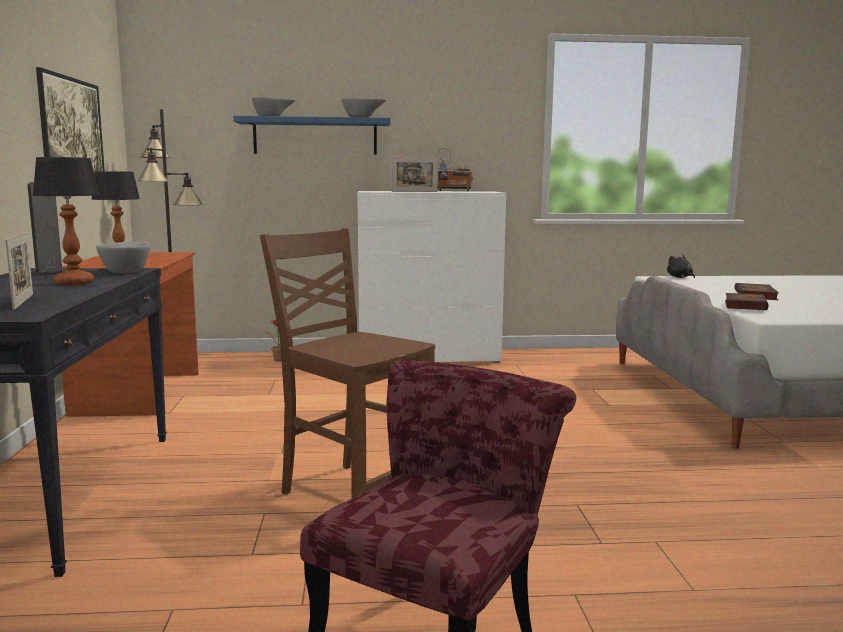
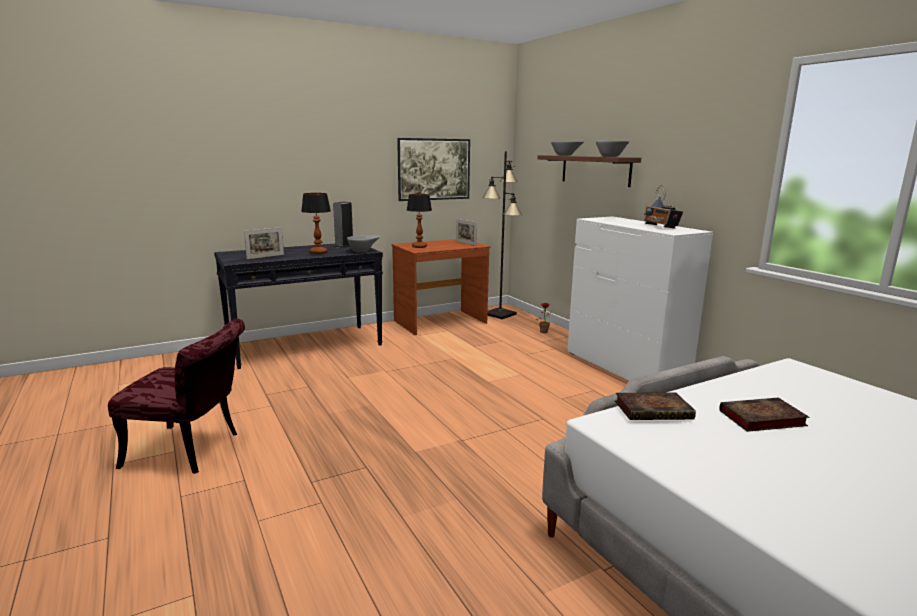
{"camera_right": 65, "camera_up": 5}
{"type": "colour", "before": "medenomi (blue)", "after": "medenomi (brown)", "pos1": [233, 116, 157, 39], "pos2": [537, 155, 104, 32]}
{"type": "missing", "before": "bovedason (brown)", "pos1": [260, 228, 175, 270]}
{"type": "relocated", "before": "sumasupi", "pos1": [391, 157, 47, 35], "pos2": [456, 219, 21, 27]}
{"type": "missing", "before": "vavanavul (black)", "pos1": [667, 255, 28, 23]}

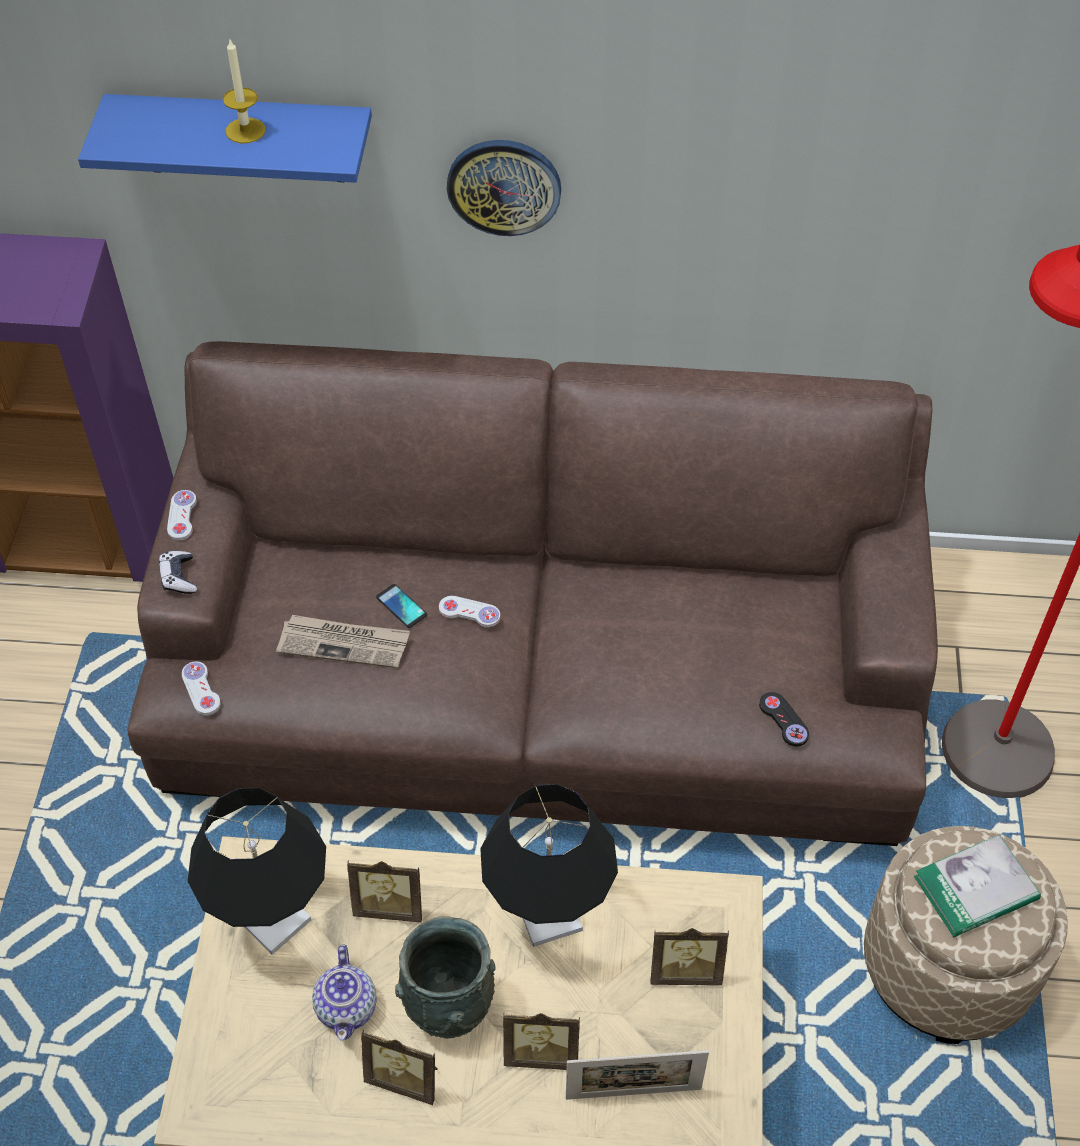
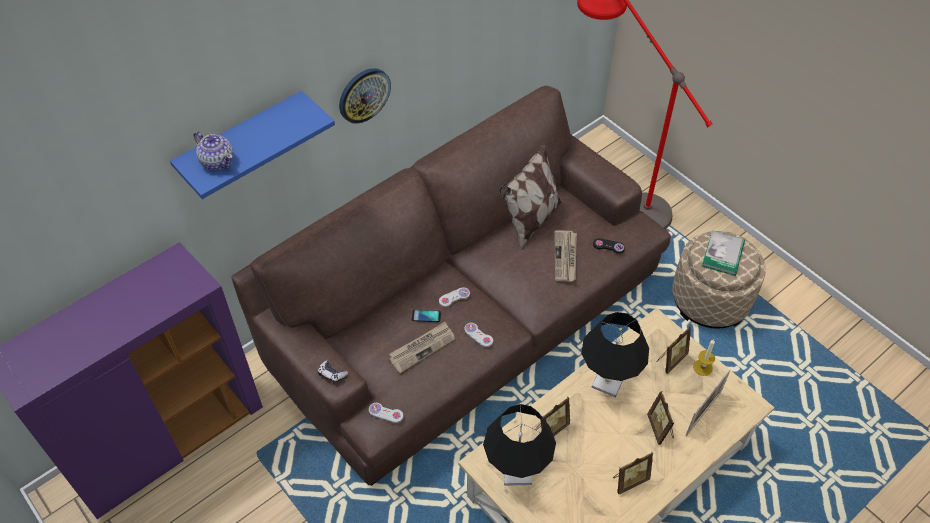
{"camera_right": -45, "camera_up": 0}
{"type": "relocated", "before": "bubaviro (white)", "pos1": [167, 490, 30, 51], "pos2": [464, 323, 29, 24]}
{"type": "relocated", "before": "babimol", "pos1": [223, 39, 42, 104], "pos2": [693, 339, 22, 37]}
{"type": "relocated", "before": "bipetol", "pos1": [312, 944, 65, 97], "pos2": [194, 131, 40, 39]}
{"type": "missing", "before": "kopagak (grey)", "pos1": [395, 916, 101, 123]}
{"type": "spun", "before": "sumasupi", "pos1": [503, 1013, 77, 57], "pos2": [647, 391, 27, 54], "turn": 120}
{"type": "appeared", "after": "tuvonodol", "pos2": [499, 143, 62, 107]}
{"type": "appeared", "after": "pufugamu", "pos2": [554, 230, 23, 52]}

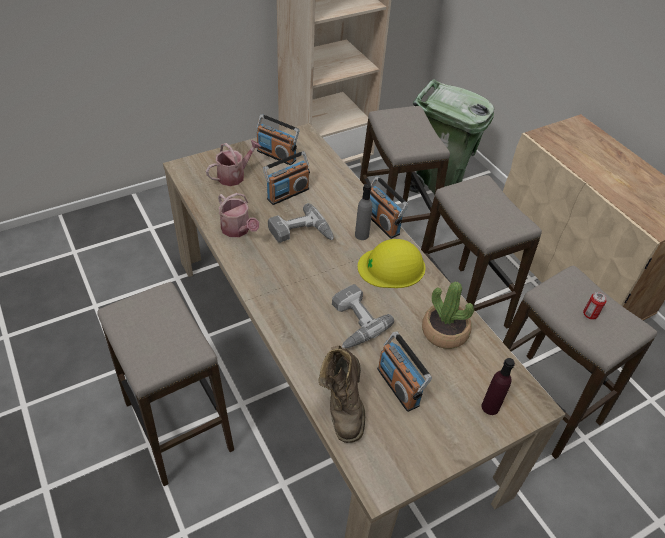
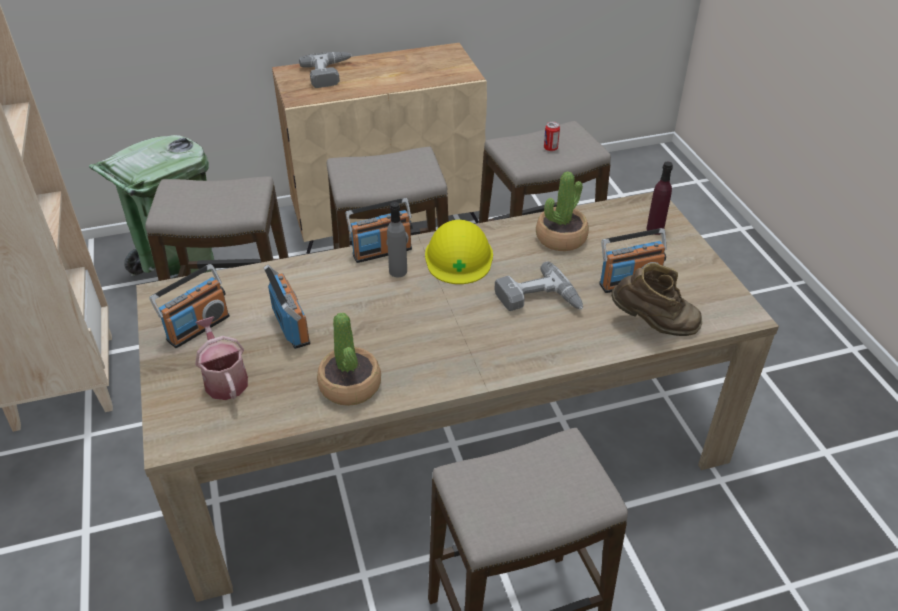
{"camera_right": -75, "camera_up": -5}
{"type": "exchanged", "before": "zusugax", "after": "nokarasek", "pos1": [218, 193, 41, 44], "pos2": [317, 313, 64, 93]}
{"type": "relocated", "before": "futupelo", "pos1": [268, 203, 66, 40], "pos2": [299, 52, 53, 36]}

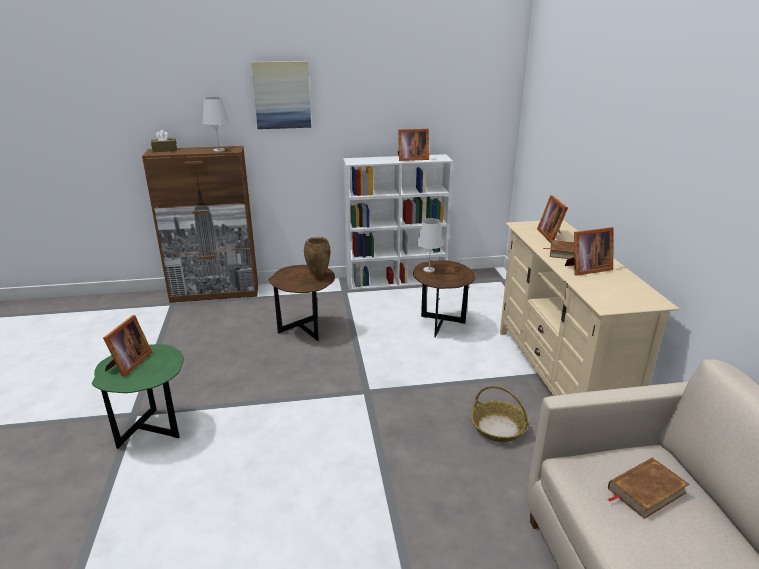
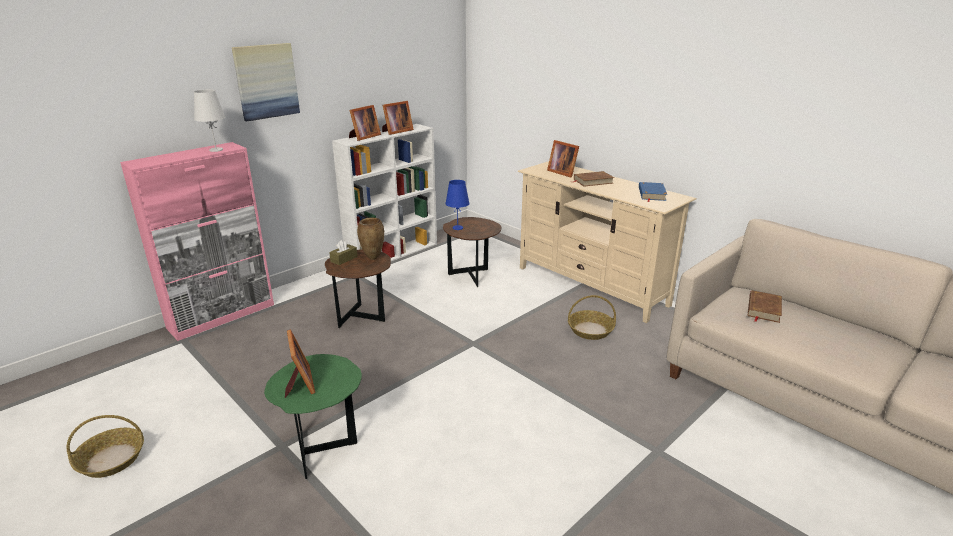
{"camera_right": -35, "camera_up": 0}
{"type": "colour", "before": "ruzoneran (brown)", "after": "ruzoneran (pink)", "pos1": [142, 146, 116, 157], "pos2": [120, 142, 154, 199]}
{"type": "relocated", "before": "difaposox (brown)", "pos1": [151, 130, 26, 22], "pos2": [329, 240, 29, 25]}
{"type": "colour", "before": "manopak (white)", "after": "manopak (blue)", "pos1": [417, 218, 26, 54], "pos2": [445, 180, 25, 50]}
{"type": "relocated", "before": "sumasupi", "pos1": [565, 227, 49, 49], "pos2": [349, 105, 32, 36]}
{"type": "appeared", "after": "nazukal", "pos2": [67, 415, 77, 63]}
{"type": "appeared", "after": "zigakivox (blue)", "pos2": [639, 182, 28, 20]}

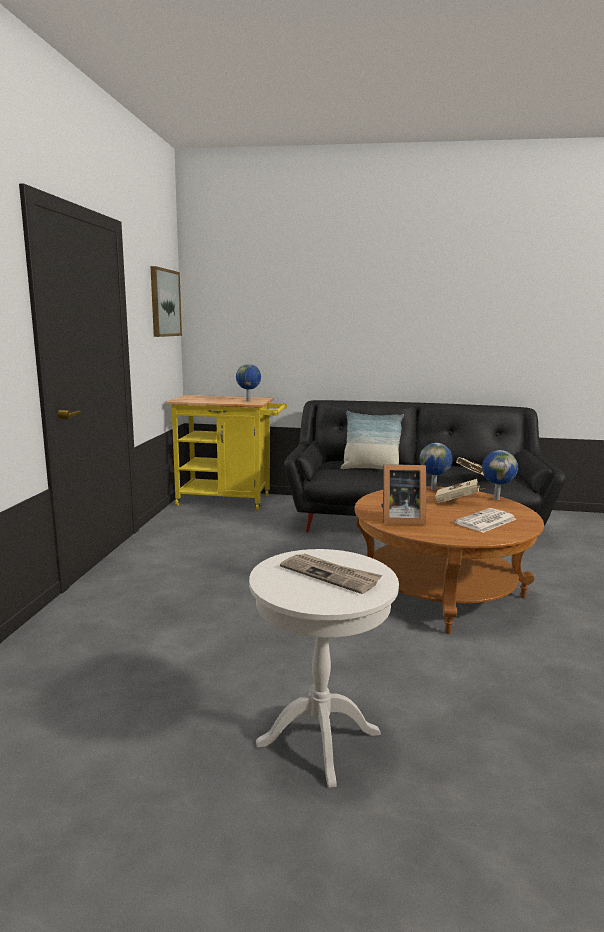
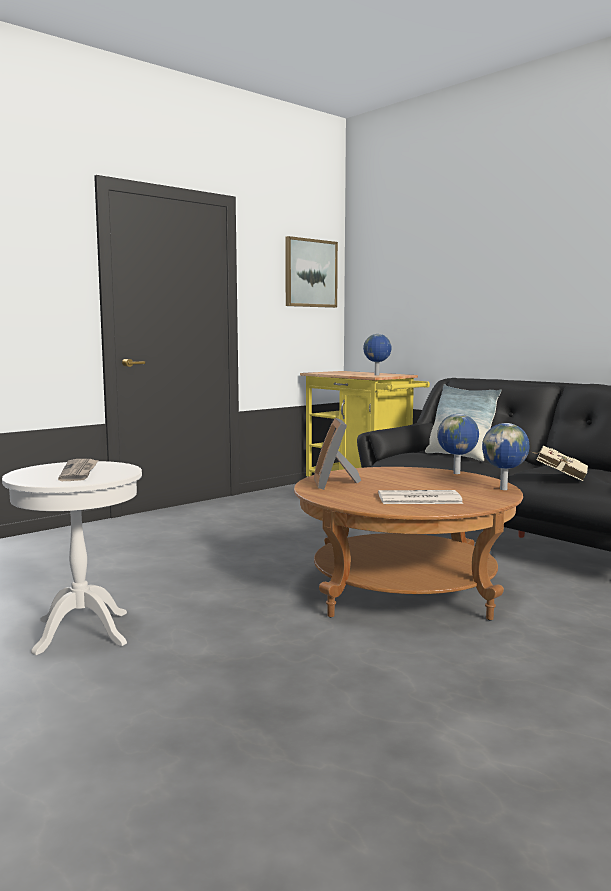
{"camera_right": 40, "camera_up": -5}
{"type": "spun", "before": "sumasupi", "pos1": [381, 464, 45, 60], "pos2": [314, 418, 47, 72], "turn": 45}
{"type": "missing", "before": "zigakivox (beige)", "pos1": [435, 479, 50, 24]}

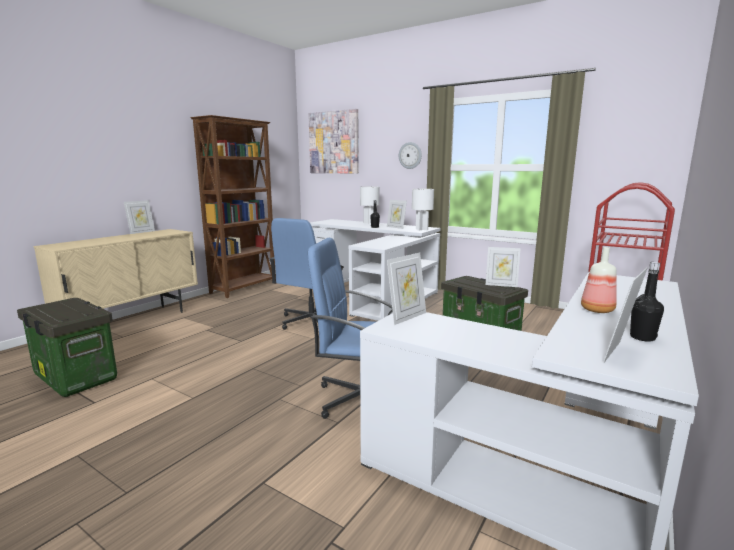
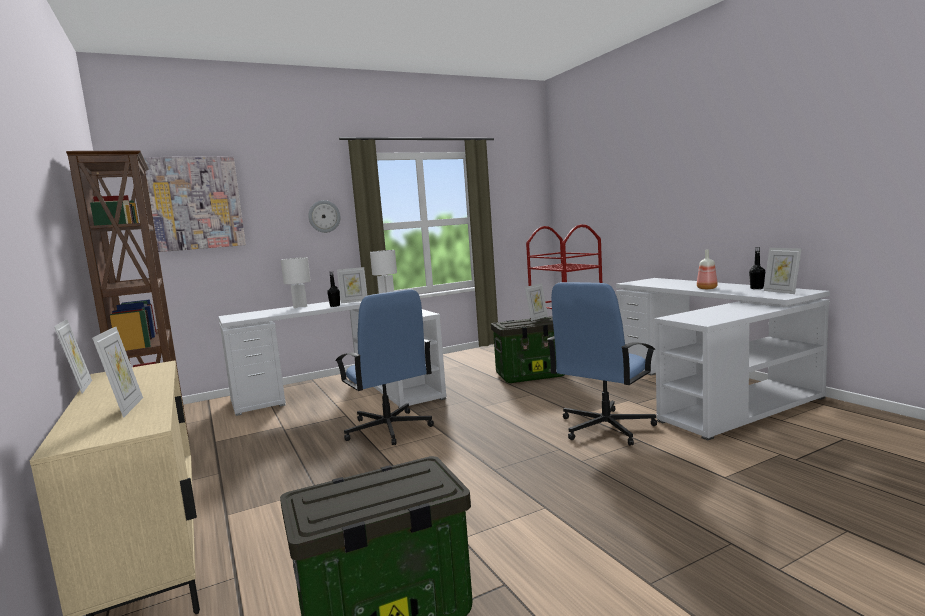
{"camera_right": -60, "camera_up": -5}
{"type": "relocated", "before": "sumasupi", "pos1": [387, 253, 39, 72], "pos2": [92, 326, 51, 92]}

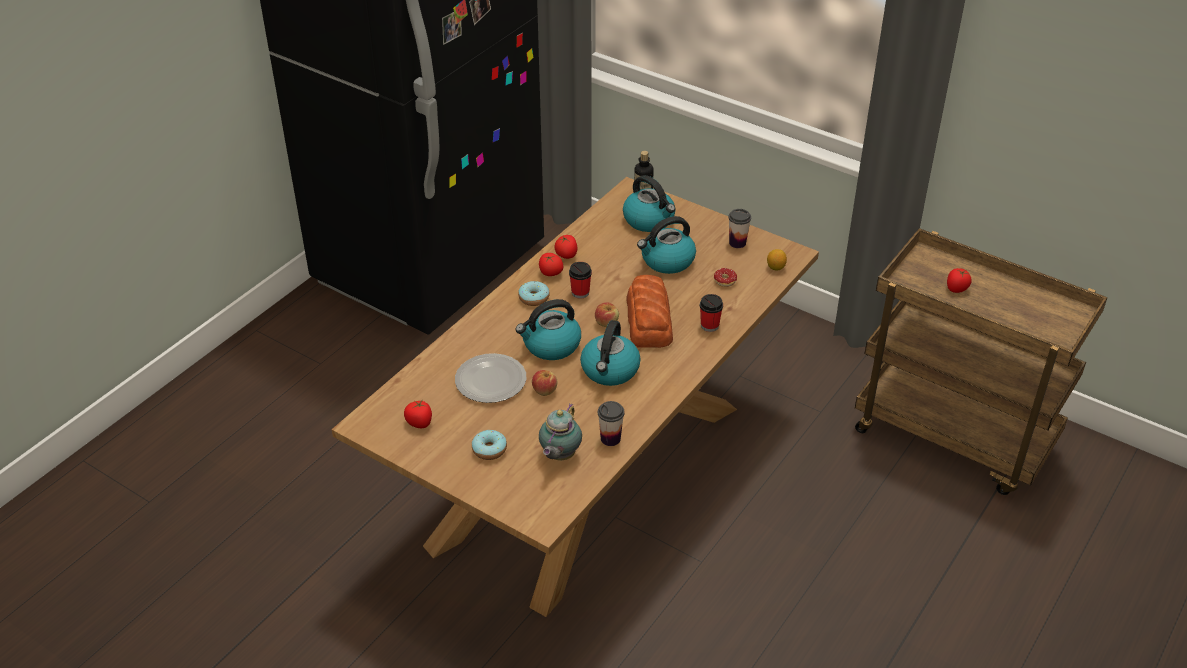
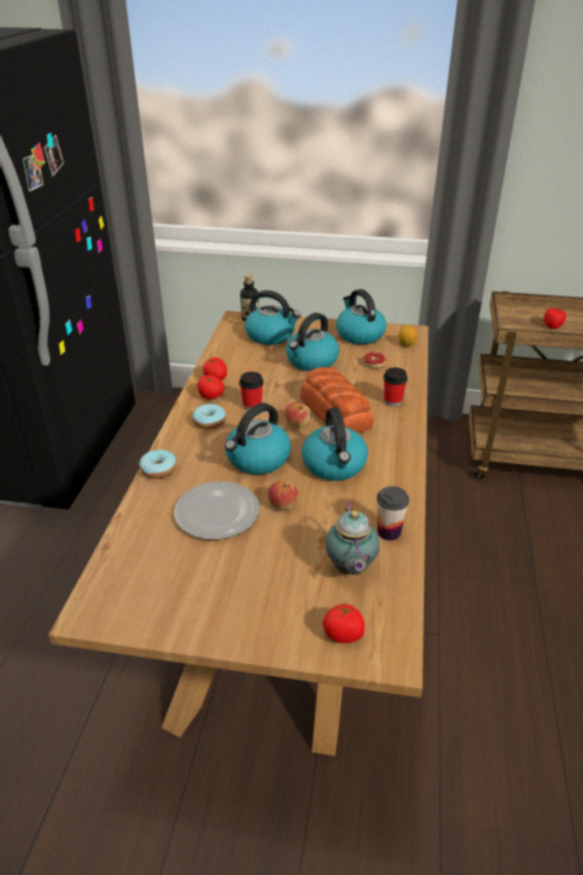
{"camera_right": -25, "camera_up": -5}
{"type": "relocated", "before": "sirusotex", "pos1": [404, 399, 28, 29], "pos2": [323, 603, 42, 40]}
{"type": "relocated", "before": "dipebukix", "pos1": [472, 430, 35, 30], "pos2": [139, 450, 38, 29]}
{"type": "exchanged", "before": "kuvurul", "after": "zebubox", "pos1": [728, 209, 23, 39], "pos2": [336, 289, 50, 56]}

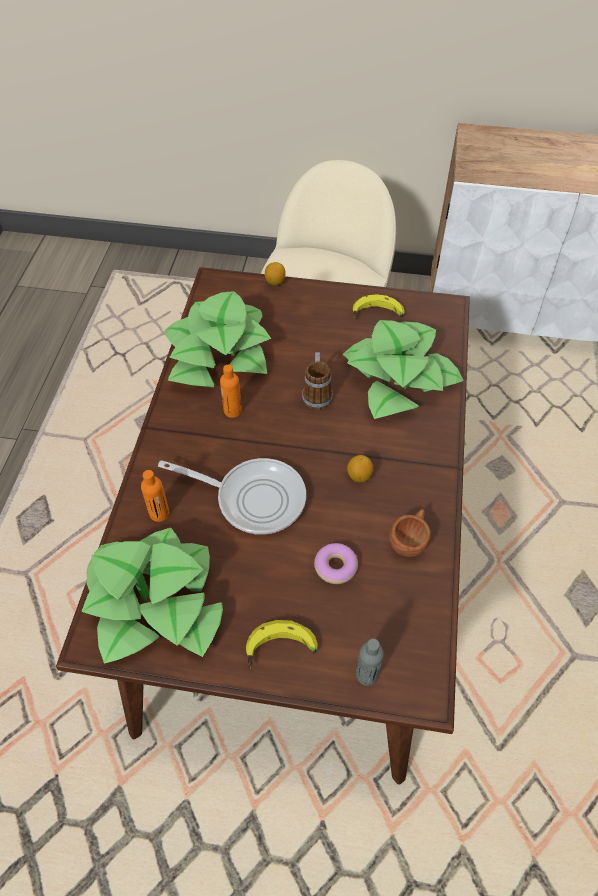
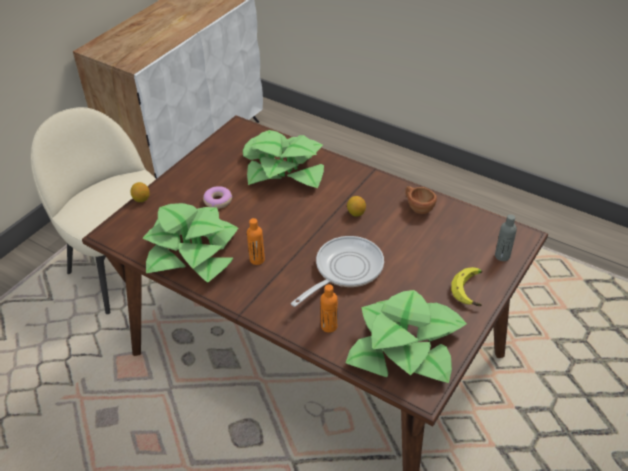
{"camera_right": -65, "camera_up": -10}
{"type": "missing", "before": "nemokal", "pos1": [302, 352, 31, 58]}
{"type": "relocated", "before": "dipebukix", "pos1": [314, 543, 44, 41], "pos2": [203, 186, 29, 23]}
{"type": "missing", "before": "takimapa", "pos1": [353, 294, 52, 25]}

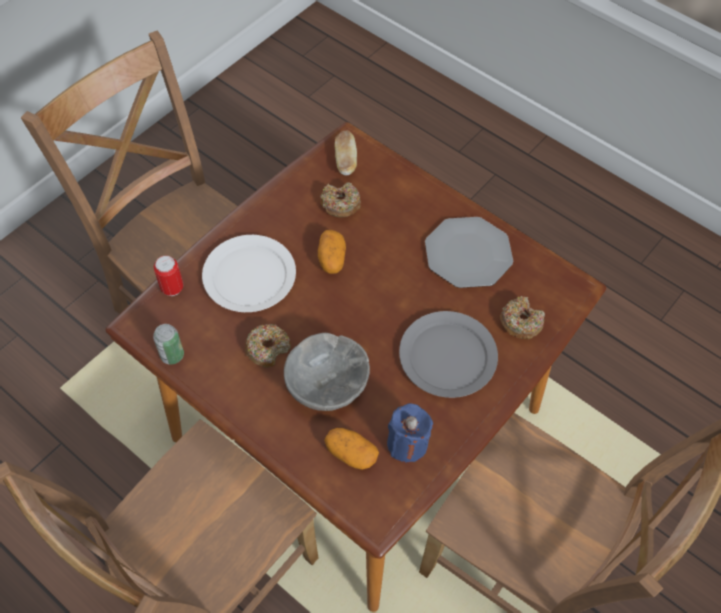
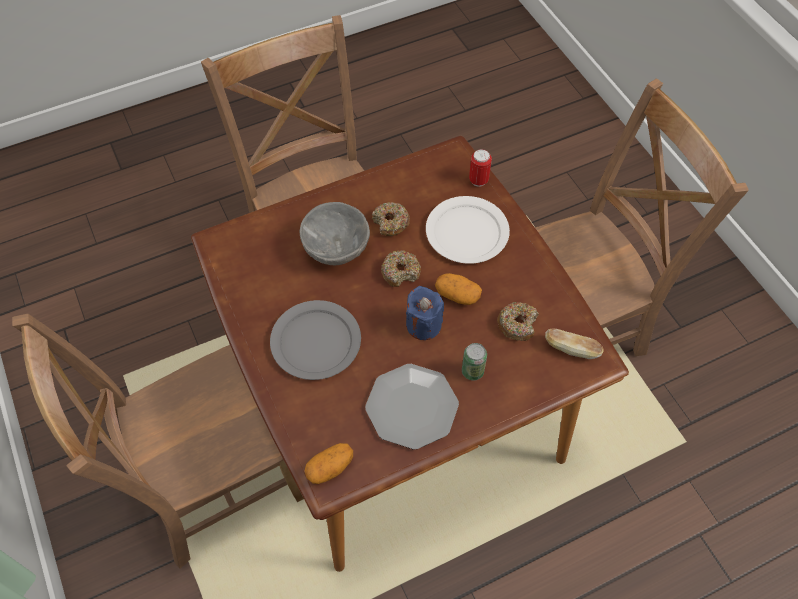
{"camera_right": 115, "camera_up": 0}
{"type": "relocated", "before": "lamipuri", "pos1": [153, 324, 31, 41], "pos2": [462, 343, 25, 37]}
{"type": "relocated", "before": "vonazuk", "pos1": [324, 428, 55, 42], "pos2": [304, 443, 49, 41]}
{"type": "relocated", "before": "babimol (blue)", "pos1": [387, 403, 46, 60], "pos2": [406, 286, 38, 54]}
{"type": "relocated", "before": "dipebukix", "pos1": [500, 296, 45, 43], "pos2": [381, 250, 40, 37]}

